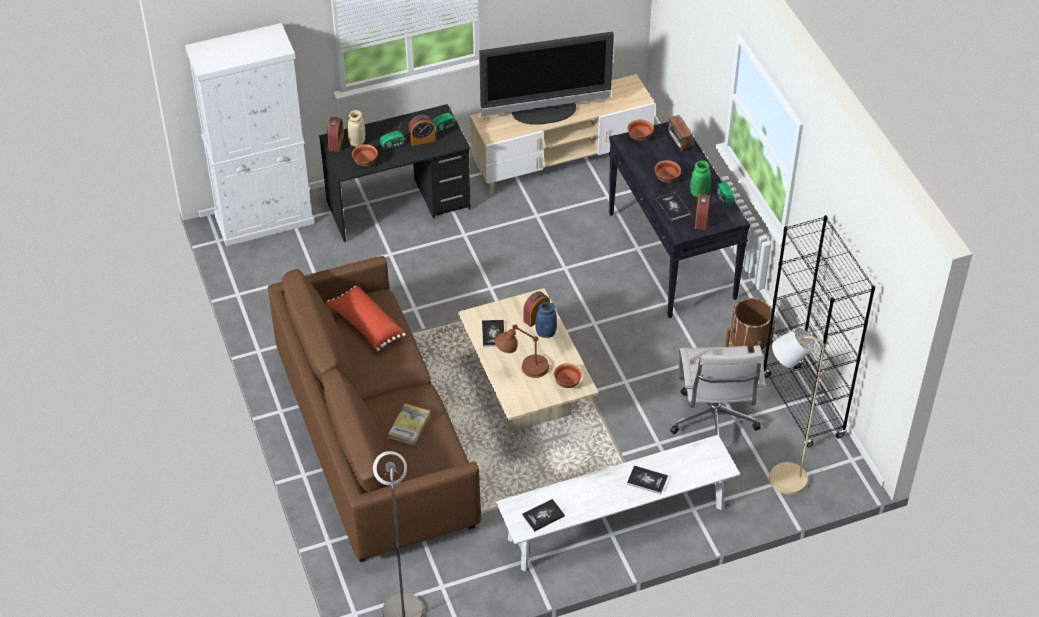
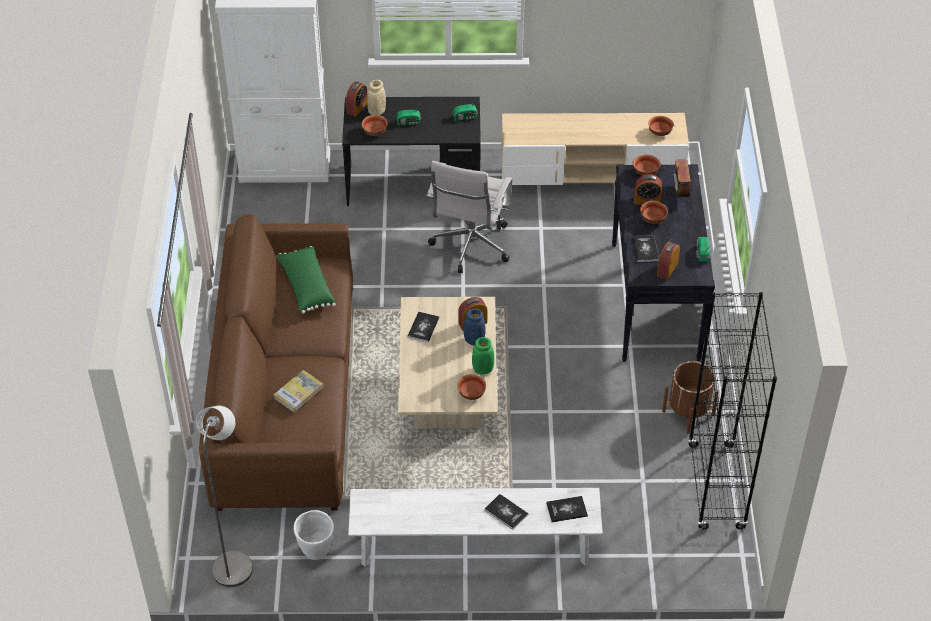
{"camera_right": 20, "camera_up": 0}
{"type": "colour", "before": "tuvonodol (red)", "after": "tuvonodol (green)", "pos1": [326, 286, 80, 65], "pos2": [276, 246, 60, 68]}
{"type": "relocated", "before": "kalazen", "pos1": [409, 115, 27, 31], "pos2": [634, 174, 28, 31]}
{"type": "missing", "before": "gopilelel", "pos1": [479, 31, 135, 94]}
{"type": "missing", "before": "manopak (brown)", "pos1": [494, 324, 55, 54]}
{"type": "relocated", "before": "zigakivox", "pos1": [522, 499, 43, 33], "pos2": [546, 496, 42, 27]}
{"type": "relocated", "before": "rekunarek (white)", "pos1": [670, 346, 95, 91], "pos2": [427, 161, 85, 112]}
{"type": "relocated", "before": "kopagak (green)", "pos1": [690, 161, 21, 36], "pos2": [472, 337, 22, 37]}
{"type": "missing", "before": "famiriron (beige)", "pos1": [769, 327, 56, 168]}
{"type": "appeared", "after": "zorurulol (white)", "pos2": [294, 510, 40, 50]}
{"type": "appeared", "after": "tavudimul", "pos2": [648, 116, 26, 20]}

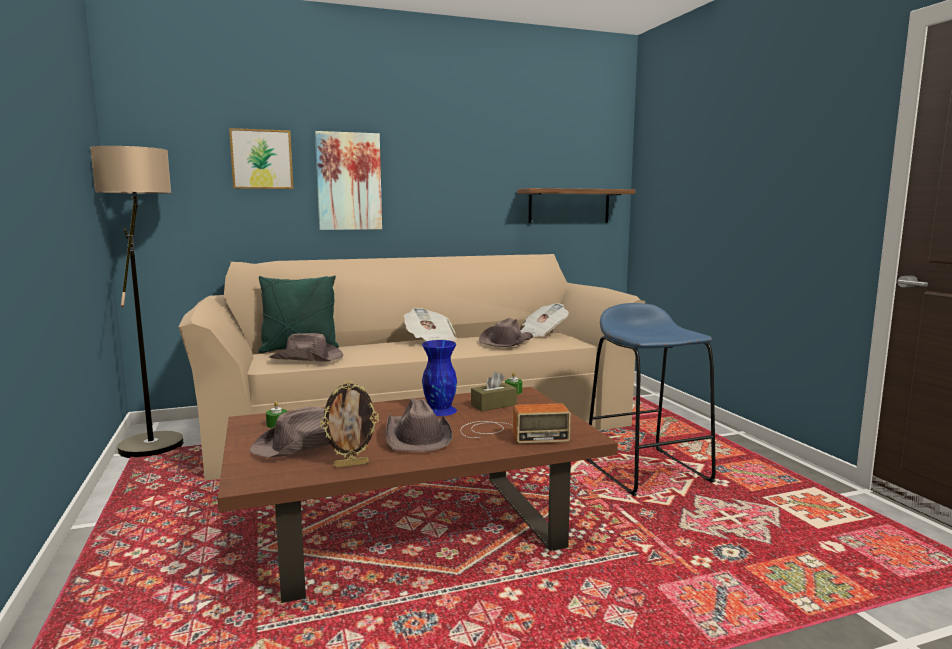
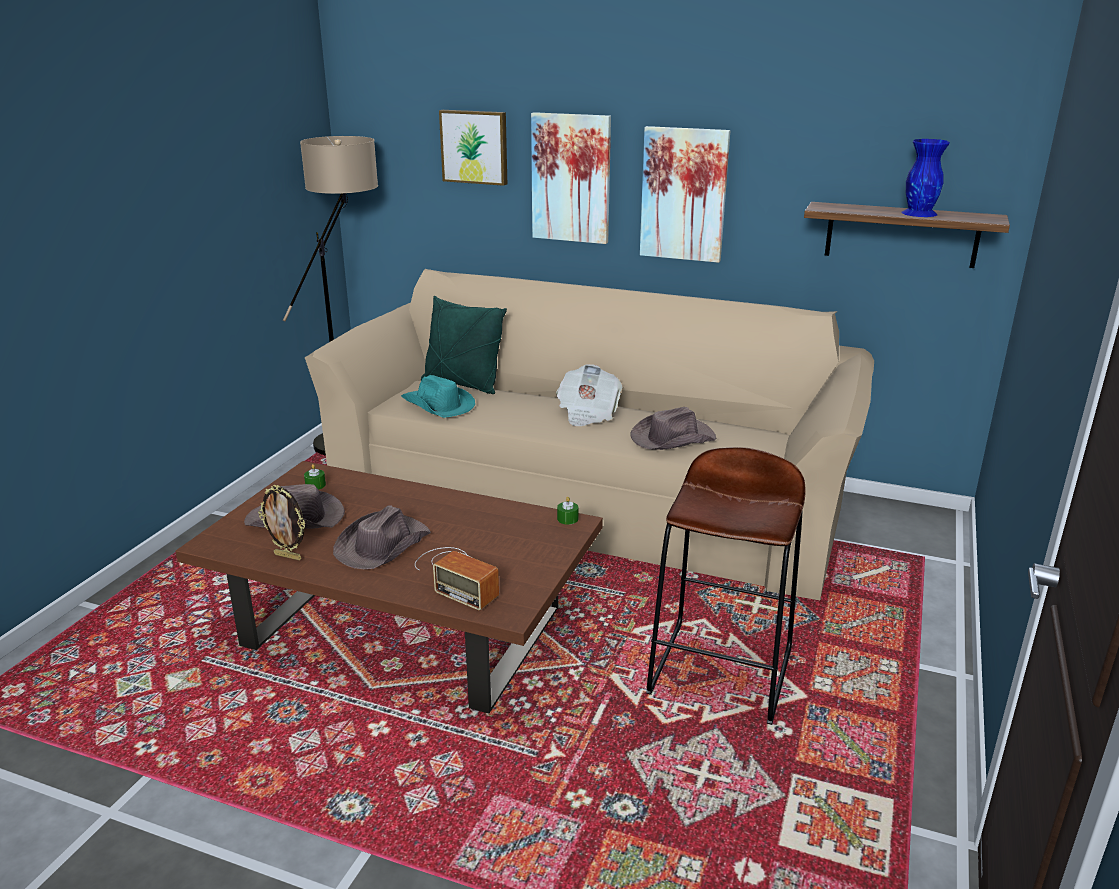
{"camera_right": 40, "camera_up": 15}
{"type": "colour", "before": "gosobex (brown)", "after": "gosobex (turquoise)", "pos1": [269, 333, 74, 29], "pos2": [401, 375, 74, 43]}
{"type": "relocated", "before": "kopagak (blue)", "pos1": [422, 340, 35, 76], "pos2": [901, 139, 49, 78]}
{"type": "missing", "before": "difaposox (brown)", "pos1": [471, 372, 46, 39]}
{"type": "missing", "before": "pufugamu", "pos1": [521, 303, 48, 34]}
{"type": "colour", "before": "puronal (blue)", "after": "puronal (brown)", "pos1": [586, 303, 130, 193], "pos2": [646, 447, 160, 278]}
{"type": "appeared", "after": "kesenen", "pos2": [640, 126, 90, 137]}

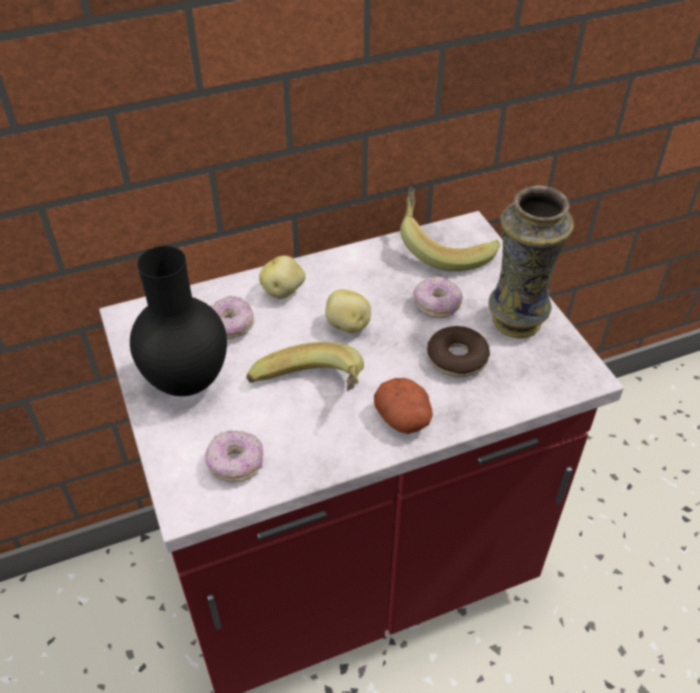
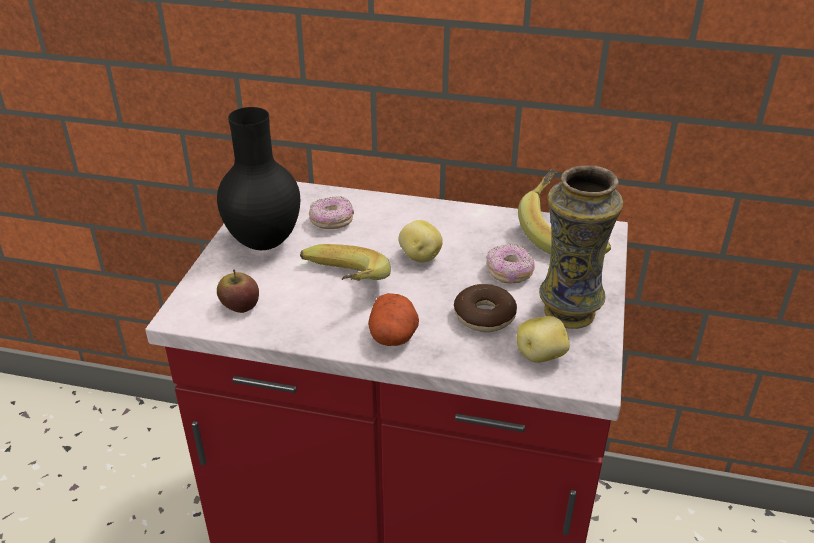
{"camera_right": 35, "camera_up": -10}
{"type": "exchanged", "before": "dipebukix", "after": "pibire", "pos1": [205, 430, 58, 52], "pos2": [217, 270, 42, 43]}
{"type": "relocated", "before": "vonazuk", "pos1": [259, 256, 47, 43], "pos2": [517, 316, 53, 47]}

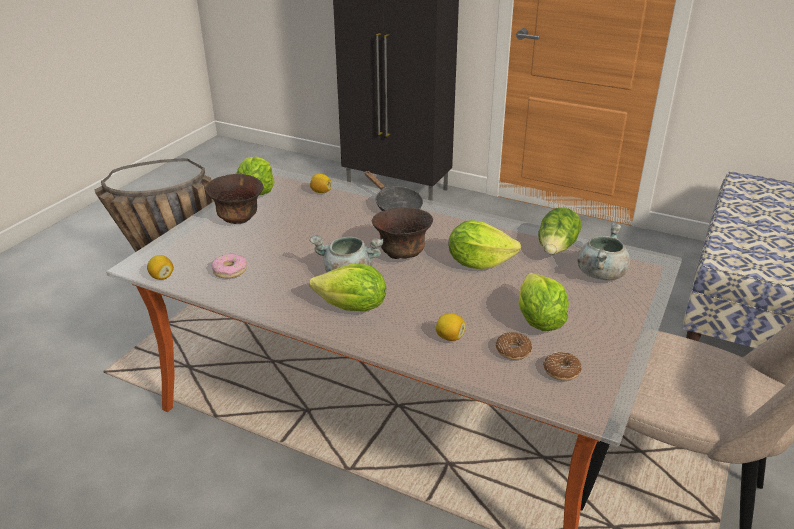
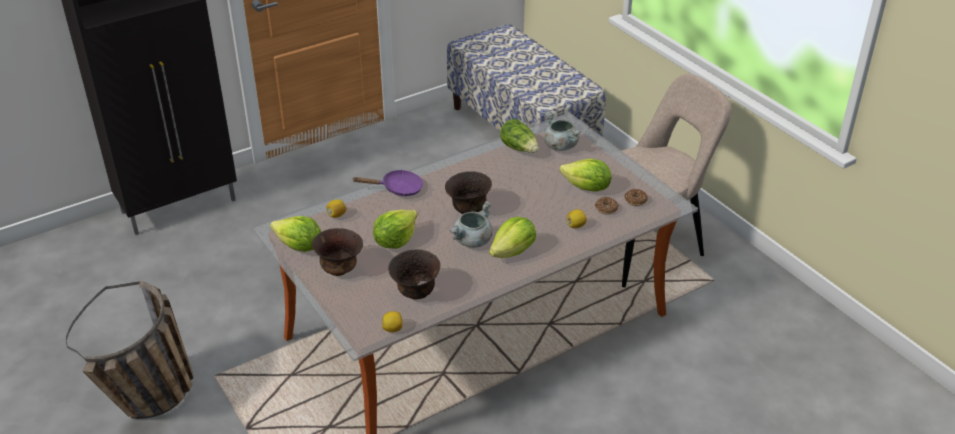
{"camera_right": -60, "camera_up": 5}
{"type": "exchanged", "before": "dipebukix", "after": "tavudimul (brown)", "pos1": [211, 253, 36, 25], "pos2": [388, 249, 52, 50]}
{"type": "colour", "before": "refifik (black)", "after": "refifik (purple)", "pos1": [365, 171, 58, 40], "pos2": [352, 170, 71, 26]}
{"type": "relocated", "before": "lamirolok", "pos1": [449, 220, 72, 49], "pos2": [373, 209, 44, 40]}

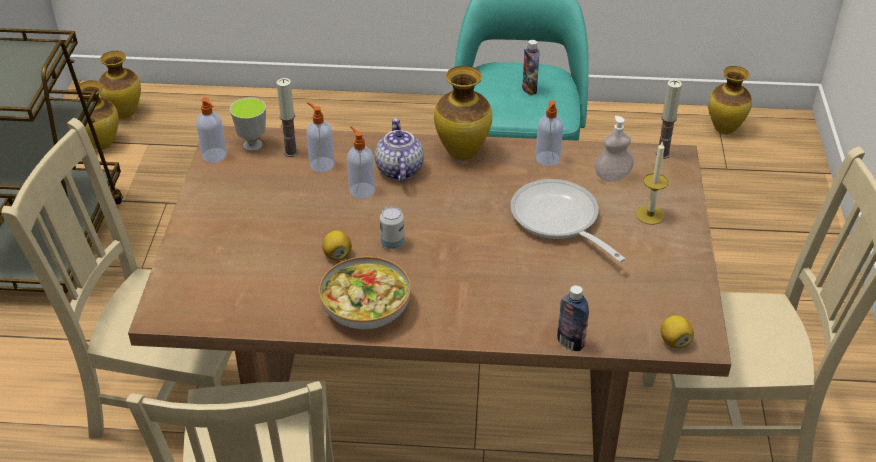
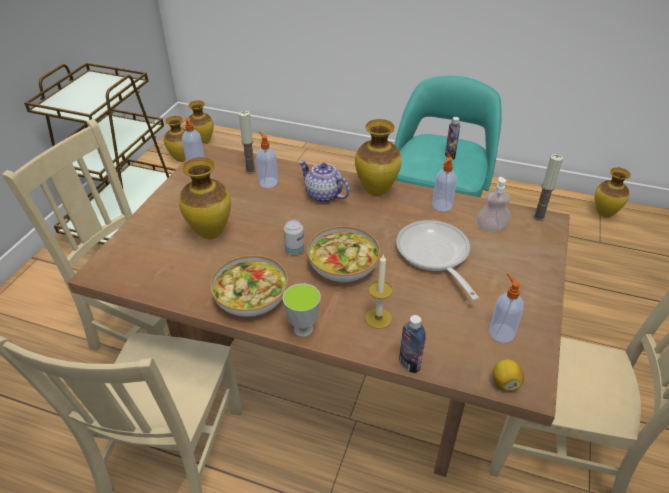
{"camera_right": 15, "camera_up": 0}
{"type": "relocated", "before": "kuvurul", "pos1": [230, 97, 36, 55], "pos2": [283, 283, 38, 54]}
{"type": "missing", "before": "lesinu", "pos1": [322, 230, 30, 31]}
{"type": "relocated", "before": "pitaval", "pos1": [347, 126, 28, 73], "pos2": [489, 273, 35, 70]}
{"type": "spun", "before": "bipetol", "pos1": [375, 118, 49, 65], "pos2": [299, 161, 51, 42], "turn": -60}
{"type": "relocated", "before": "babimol", "pos1": [636, 142, 32, 83], "pos2": [365, 254, 28, 75]}
{"type": "appeared", "after": "kopagak", "pos2": [179, 157, 52, 82]}
{"type": "appeared", "after": "tavudimul", "pos2": [307, 226, 73, 57]}

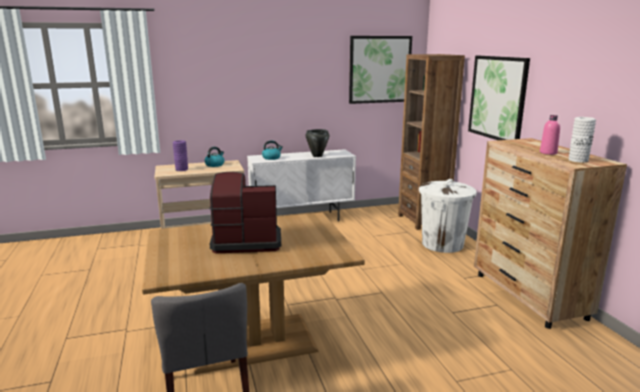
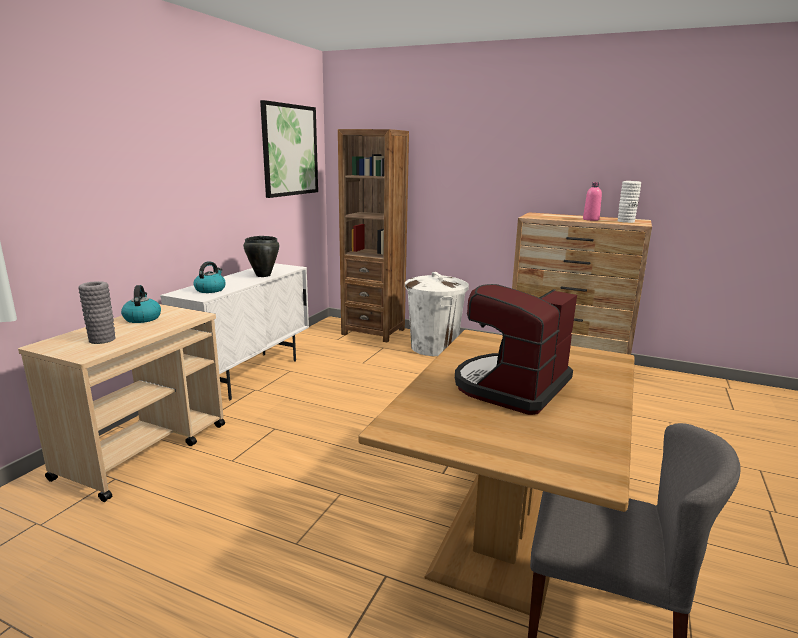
{"camera_right": -50, "camera_up": 0}
{"type": "colour", "before": "kopagak (purple)", "after": "kopagak (grey)", "pos1": [173, 140, 15, 31], "pos2": [78, 281, 38, 63]}
{"type": "missing", "before": "kesenen", "pos1": [468, 56, 62, 84]}

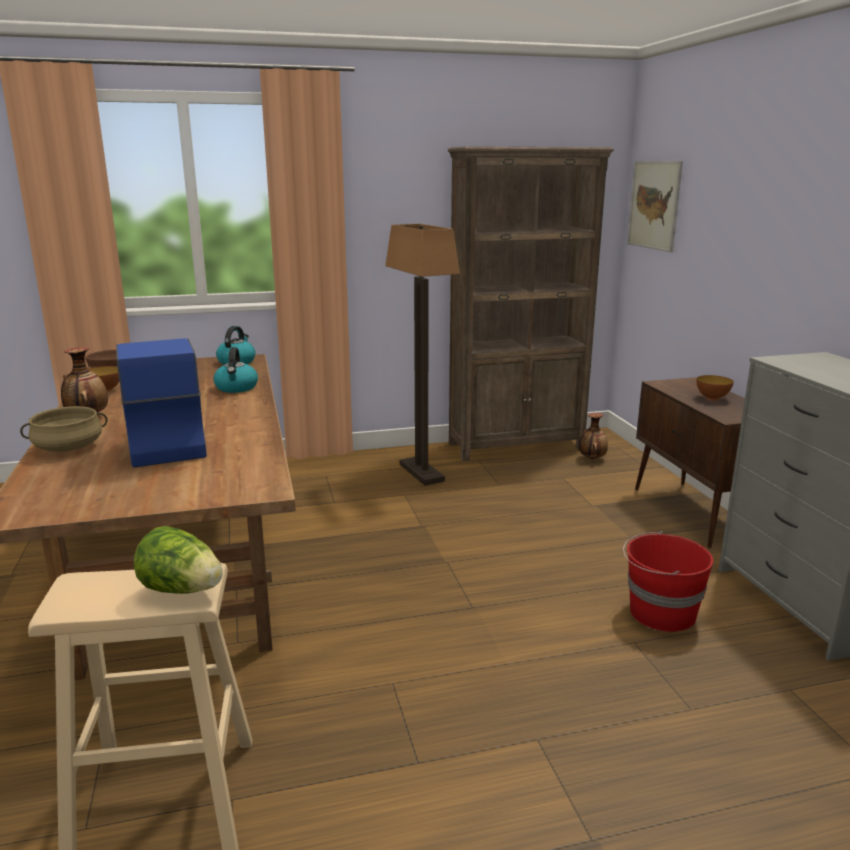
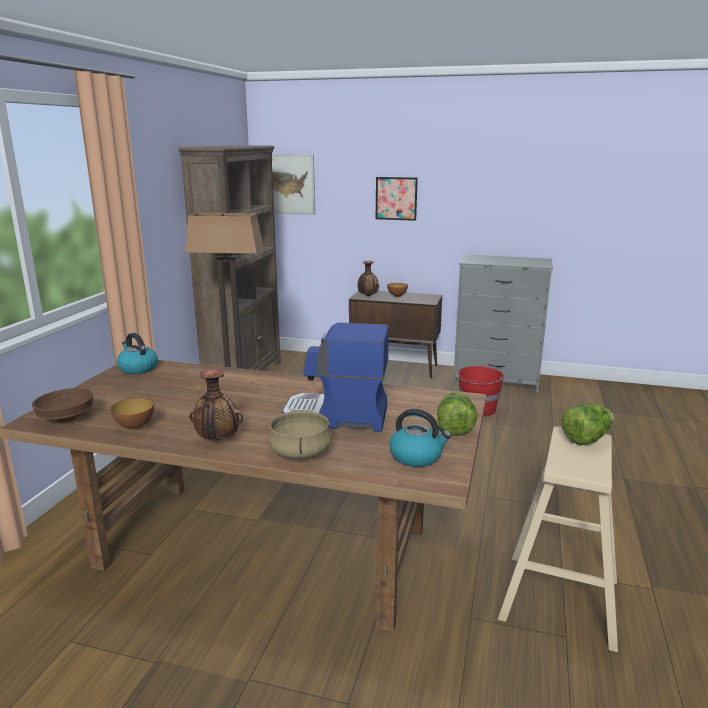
{"camera_right": -60, "camera_up": 0}
{"type": "relocated", "before": "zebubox", "pos1": [214, 347, 44, 46], "pos2": [389, 409, 62, 58]}
{"type": "relocated", "before": "kopagak", "pos1": [579, 413, 29, 46], "pos2": [358, 261, 21, 35]}
{"type": "appeared", "after": "kesenen", "pos2": [376, 177, 42, 44]}
{"type": "appeared", "after": "lamirolok", "pos2": [437, 392, 40, 44]}

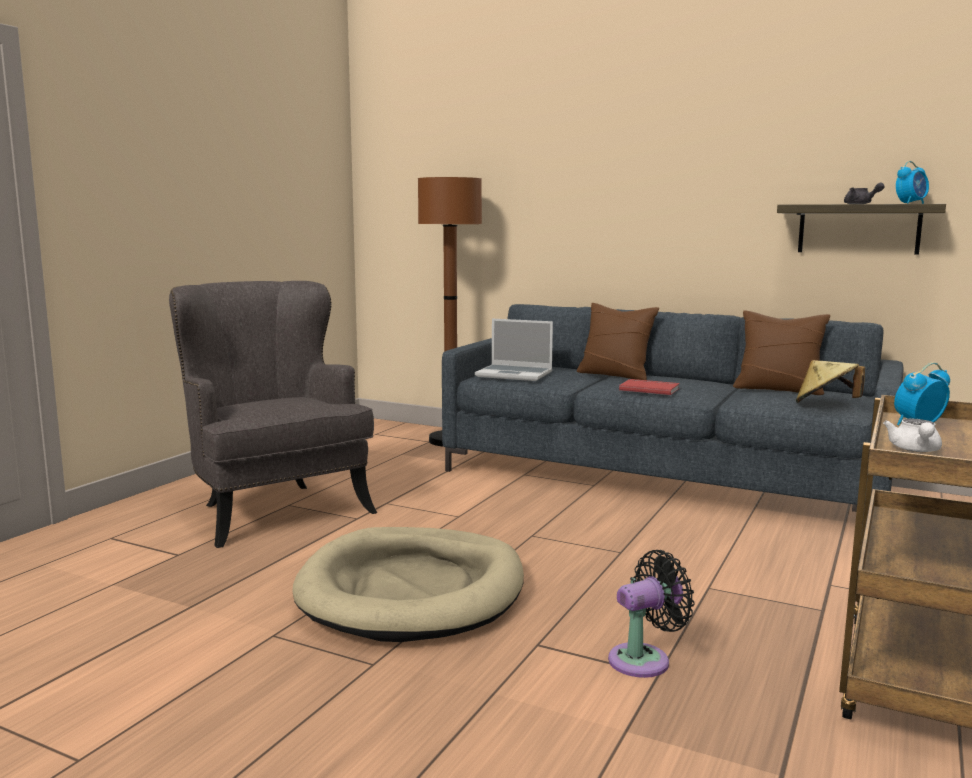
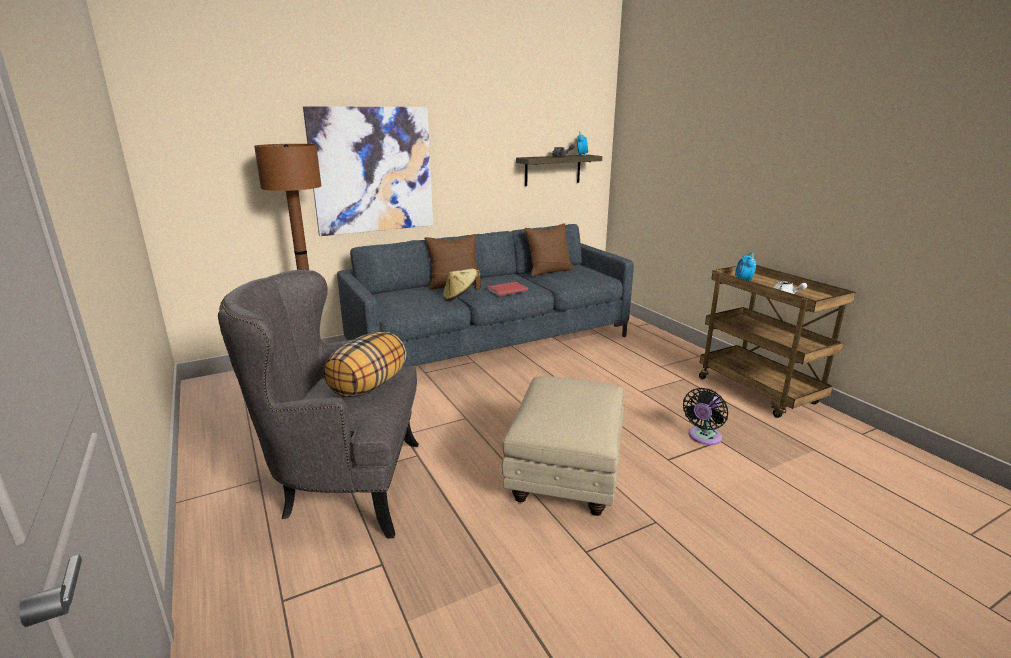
{"camera_right": -55, "camera_up": 10}
{"type": "exchanged", "before": "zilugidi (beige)", "after": "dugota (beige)", "pos1": [292, 527, 232, 115], "pos2": [502, 376, 122, 140]}
{"type": "missing", "before": "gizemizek", "pos1": [475, 319, 78, 62]}
{"type": "spun", "before": "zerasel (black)", "pos1": [608, 550, 87, 128], "pos2": [683, 388, 45, 57], "turn": -150}
{"type": "relocated", "before": "gosobex (beige)", "pos1": [796, 360, 69, 43], "pos2": [443, 269, 38, 32]}
{"type": "appeared", "after": "kesenen", "pos2": [303, 106, 130, 130]}
{"type": "appeared", "after": "tuvonodol", "pos2": [323, 332, 83, 65]}

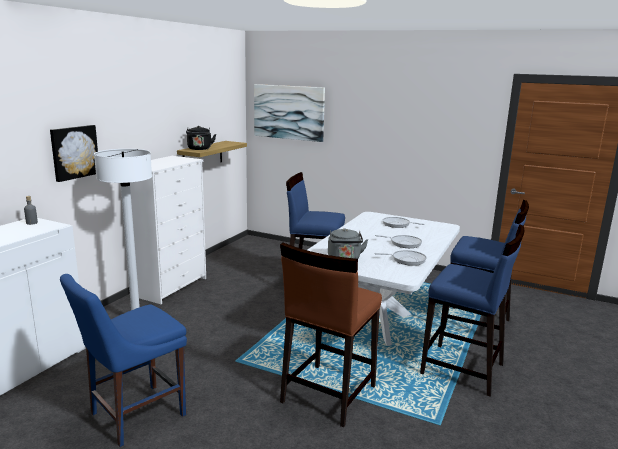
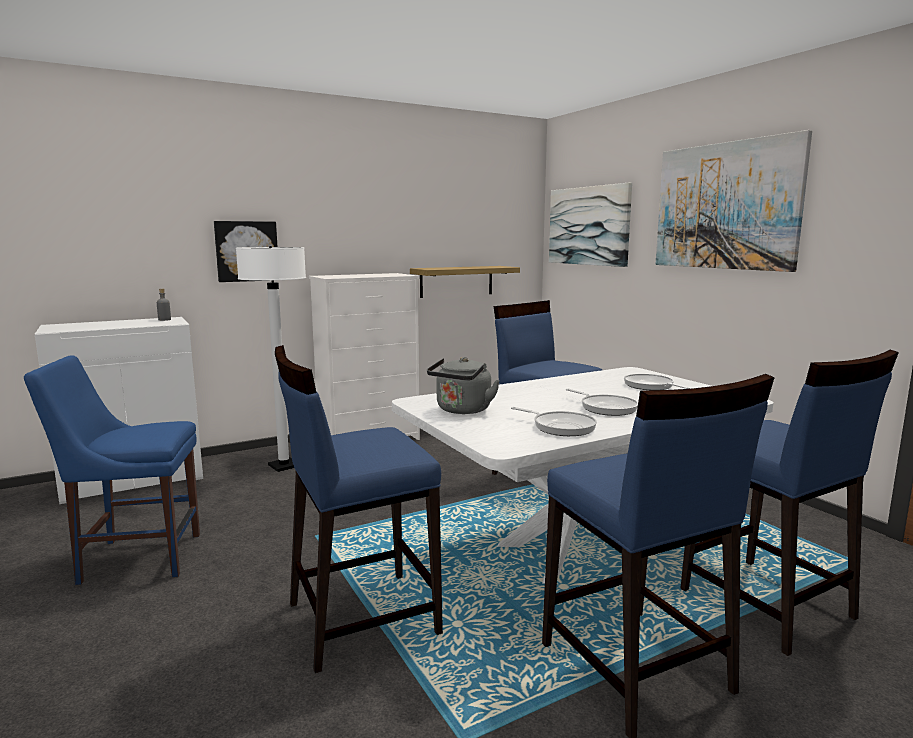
{"camera_right": 35, "camera_up": -5}
{"type": "missing", "before": "zebubox (black)", "pos1": [186, 126, 30, 24]}
{"type": "colour", "before": "puronal (brown)", "after": "puronal (blue)", "pos1": [280, 243, 102, 185], "pos2": [275, 345, 168, 328]}
{"type": "appeared", "after": "kesenen", "pos2": [656, 130, 156, 142]}

